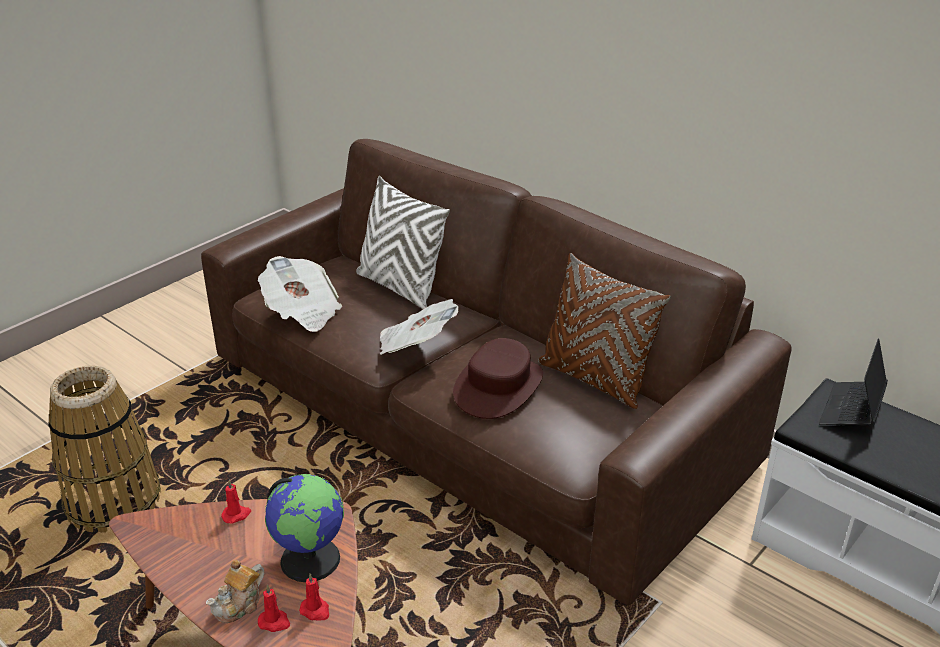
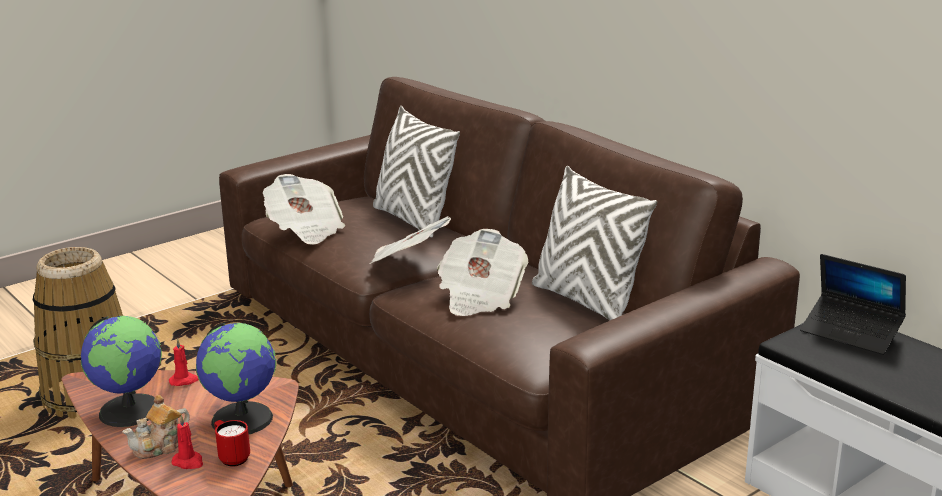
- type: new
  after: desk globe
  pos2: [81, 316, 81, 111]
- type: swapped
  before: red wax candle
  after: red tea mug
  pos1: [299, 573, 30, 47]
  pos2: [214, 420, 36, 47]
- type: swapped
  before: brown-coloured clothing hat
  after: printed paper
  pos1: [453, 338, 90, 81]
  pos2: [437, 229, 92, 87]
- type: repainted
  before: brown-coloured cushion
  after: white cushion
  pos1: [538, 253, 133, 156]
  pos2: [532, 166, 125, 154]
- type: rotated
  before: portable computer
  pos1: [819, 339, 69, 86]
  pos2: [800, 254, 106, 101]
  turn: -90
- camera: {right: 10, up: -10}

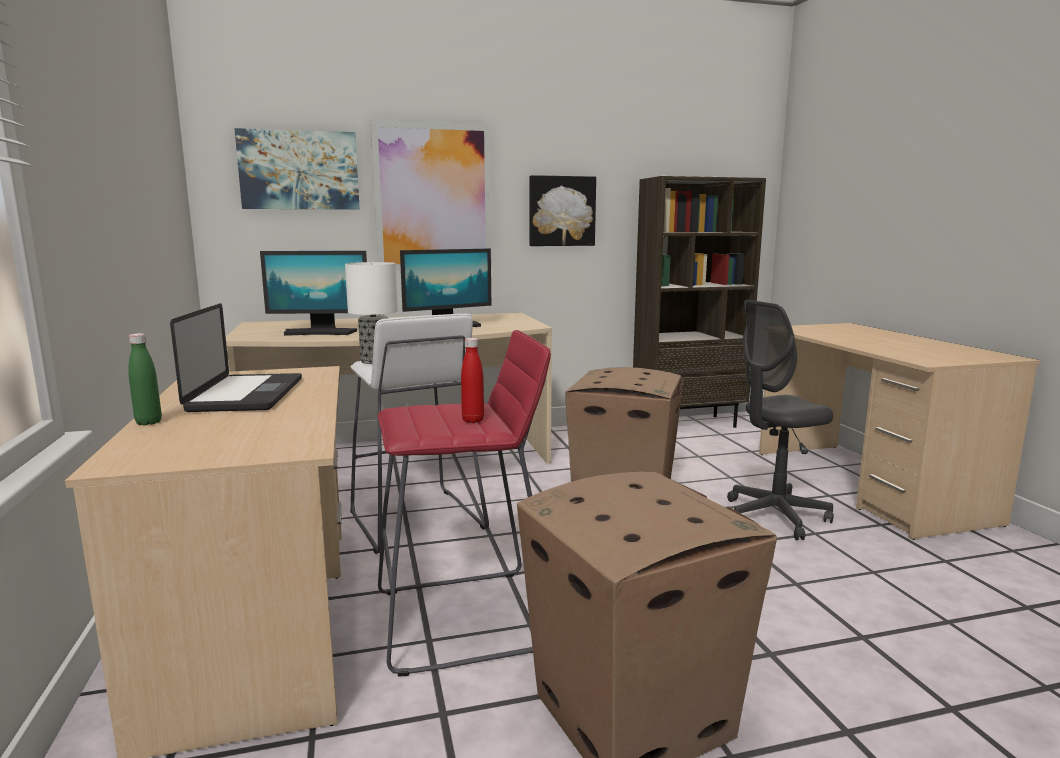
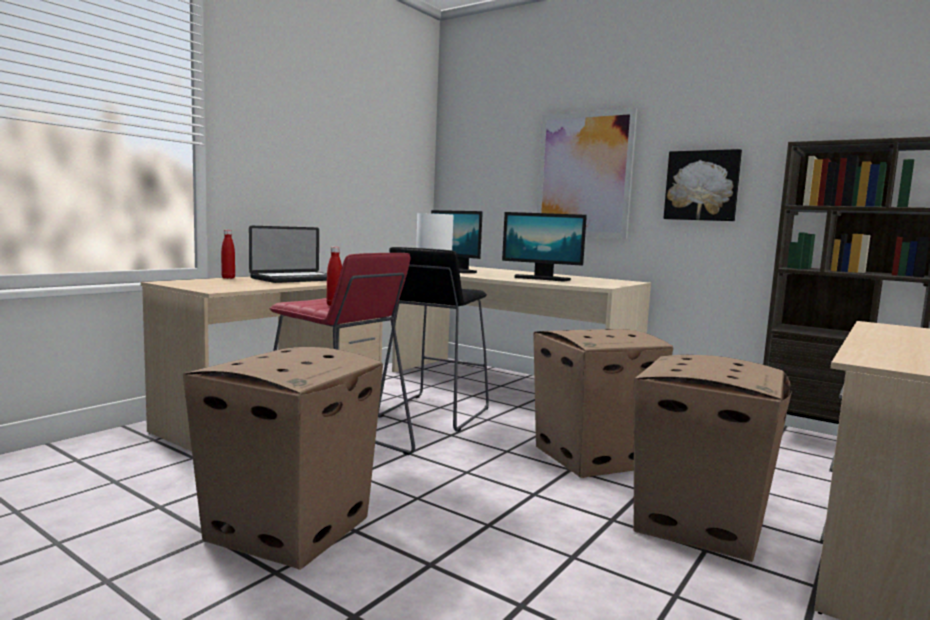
- type: gone
  before: picture
  pos1: [234, 128, 126, 82]
- type: swapped
  before: greyish computer chair
  after: carton
  pos1: [727, 300, 107, 240]
  pos2: [633, 355, 159, 207]
- type: repainted
  before: green-coloured beverage bottle
  after: red beverage bottle
  pos1: [128, 333, 34, 92]
  pos2: [221, 230, 14, 49]
- type: repainted
  before: white stool seat
  after: black stool seat
  pos1: [350, 314, 139, 240]
  pos2: [378, 247, 111, 185]
- camera: {right: 50, up: -5}

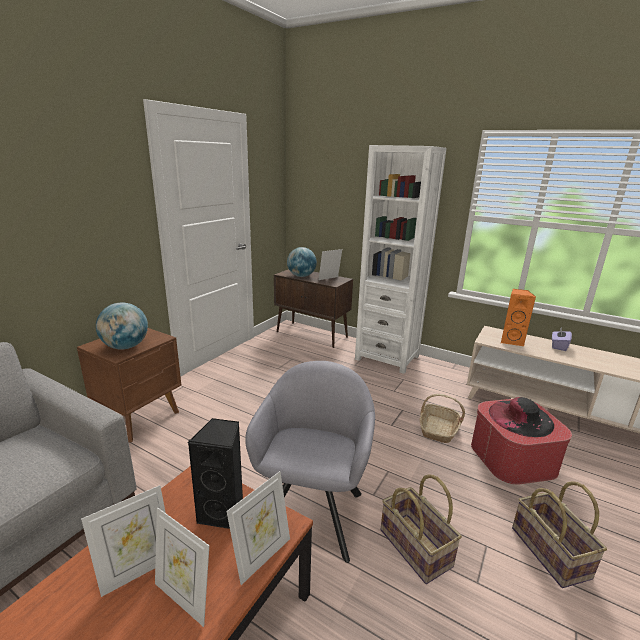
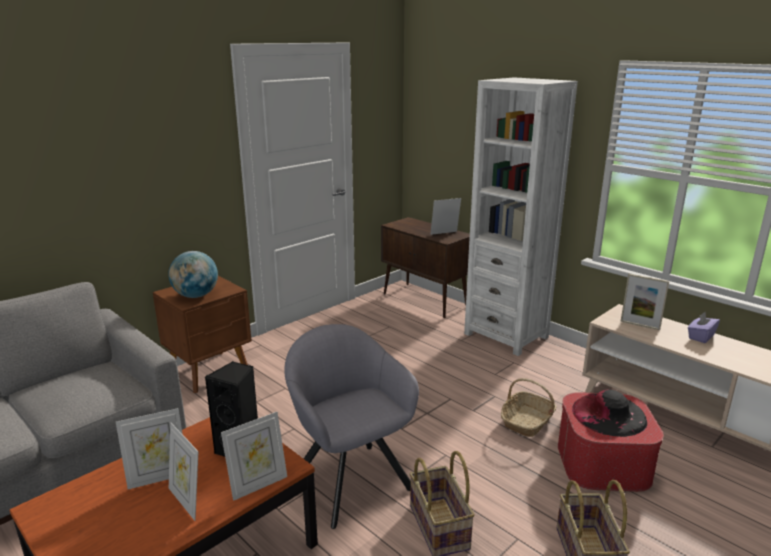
- type: gone
  before: desk globe
  pos1: [287, 247, 30, 30]
- type: swapped
  before: orangey loudspeaker
  after: photo frame
  pos1: [501, 289, 35, 58]
  pos2: [620, 274, 49, 56]
- type: rotated
  before: greyish armchair
  pos1: [245, 361, 130, 202]
  pos2: [284, 324, 135, 205]
  turn: -60
- camera: {right: 15, up: 0}

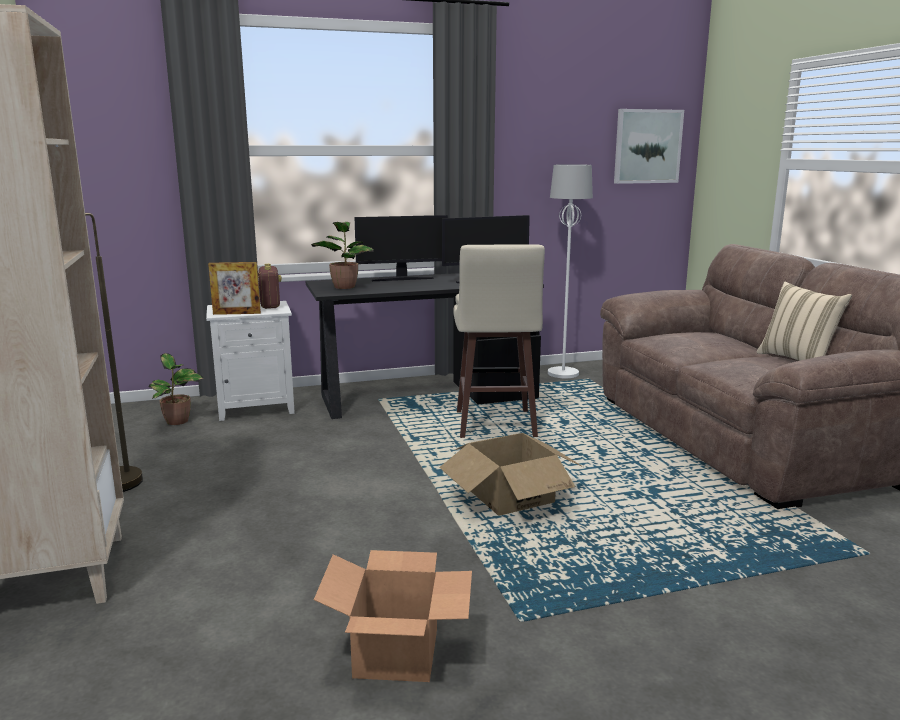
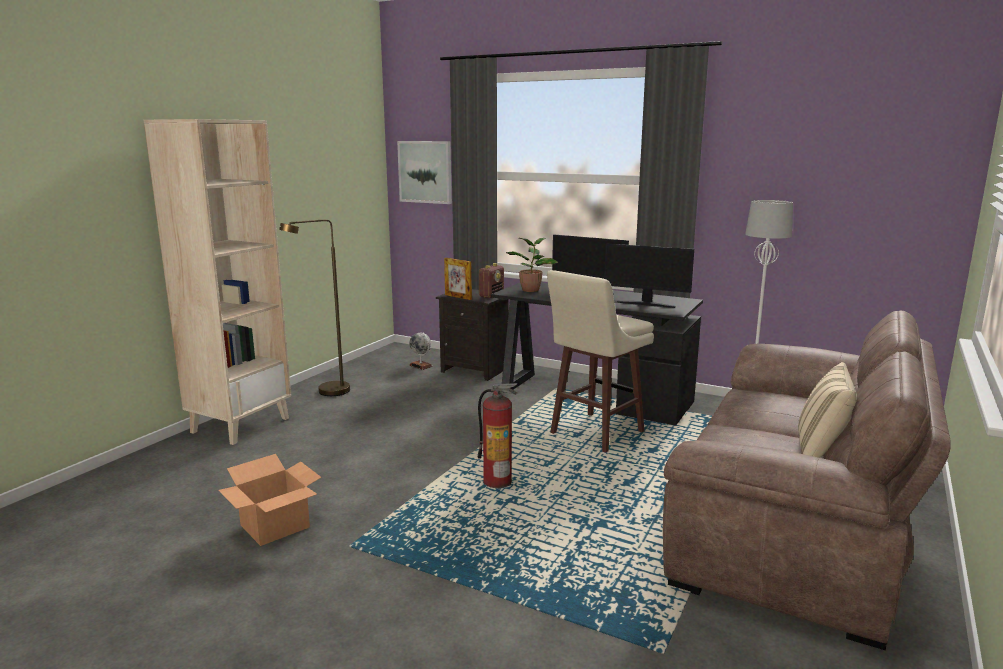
- type: shifted
  before: picture
  pos1: [614, 109, 70, 75]
  pos2: [397, 141, 55, 63]
- type: swapped
  before: houseplant
  after: desk globe
  pos1: [149, 353, 54, 72]
  pos2: [409, 333, 24, 37]
- type: swapped
  before: carton
  after: fire extinguisher
  pos1: [439, 433, 144, 83]
  pos2: [477, 383, 41, 105]
- type: repainted
  before: white bedside table
  after: black bedside table
  pos1: [206, 301, 89, 120]
  pos2: [436, 289, 73, 92]
- camera: {right: 45, up: 0}

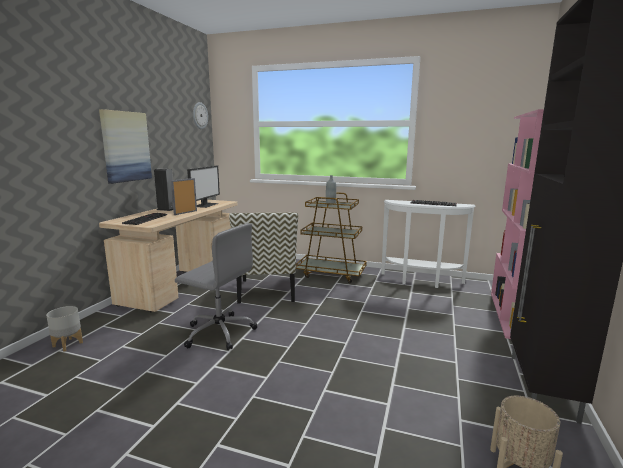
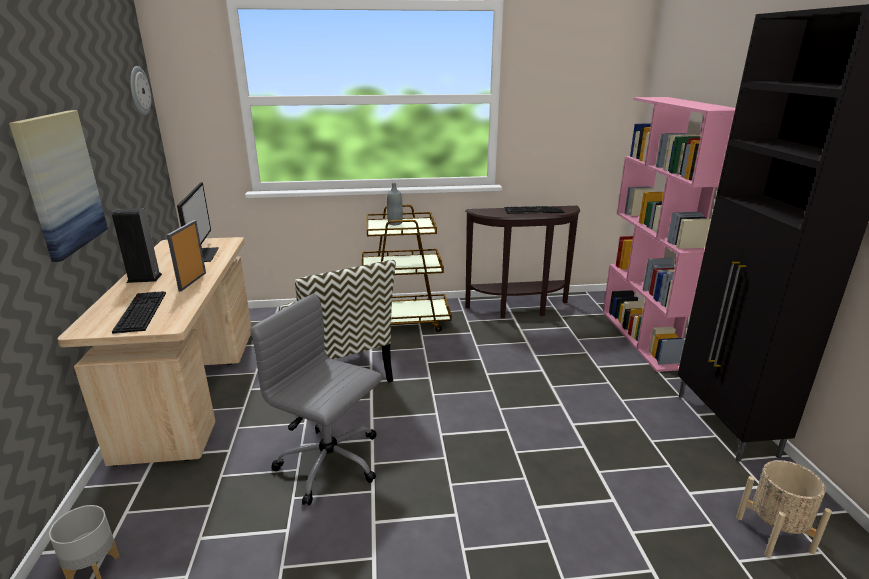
- type: repainted
  before: white narrow table
  after: brown-coloured narrow table
  pos1: [381, 200, 95, 88]
  pos2: [465, 206, 115, 112]
- type: rotated
  before: greyish computer chair
  pos1: [175, 223, 83, 127]
  pos2: [250, 294, 132, 211]
  turn: -150
- camera: {right: -25, up: 10}

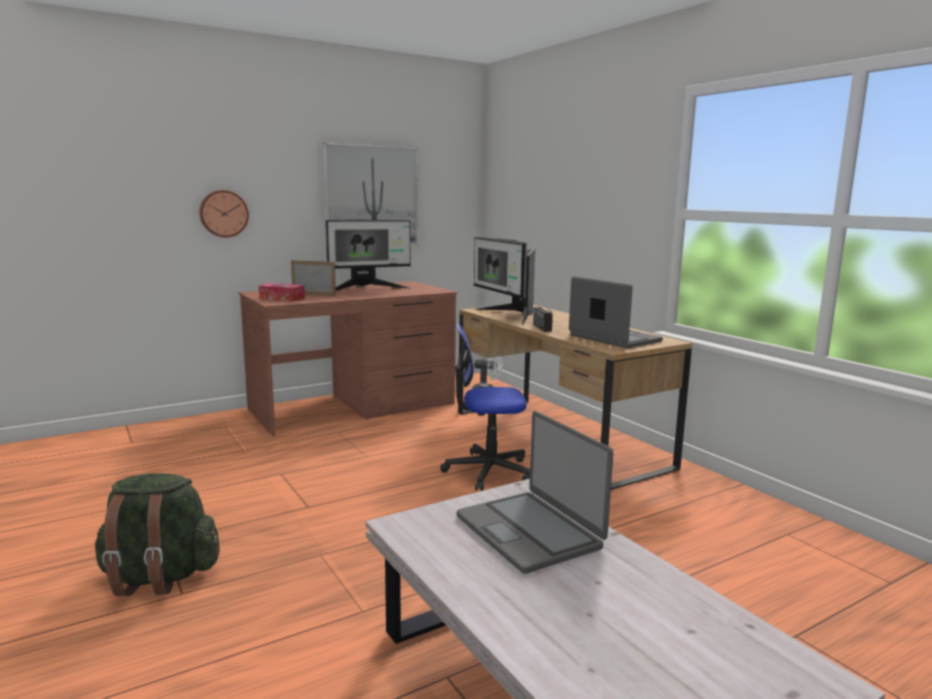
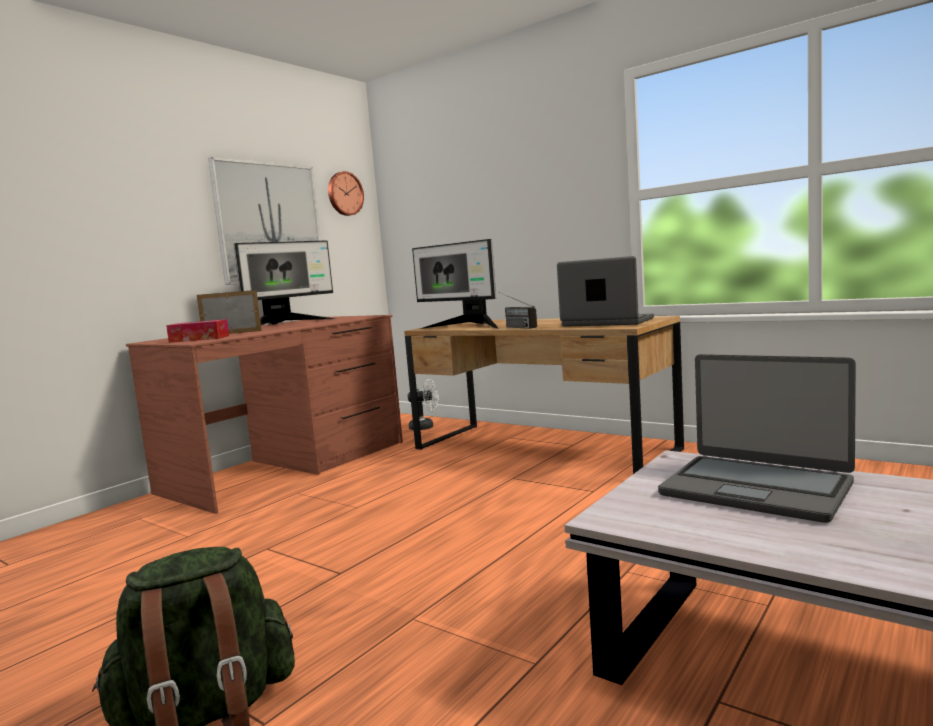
- type: gone
  before: computer chair
  pos1: [440, 322, 90, 169]
- type: shifted
  before: wall clock
  pos1: [199, 190, 50, 47]
  pos2: [328, 171, 36, 45]
- camera: {right: -20, up: -5}

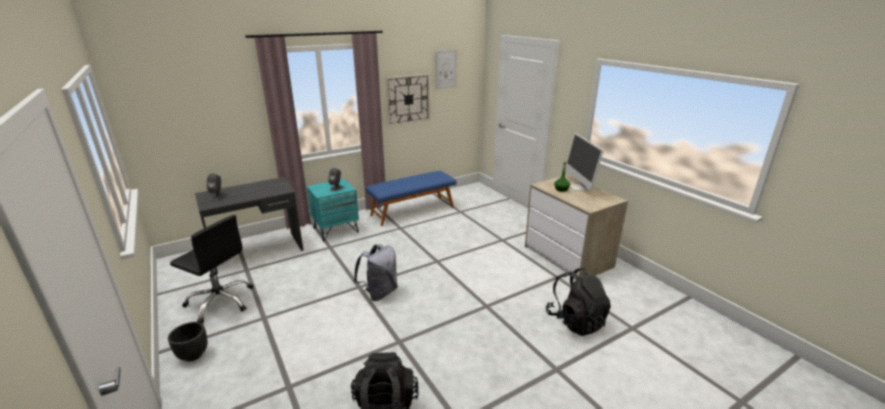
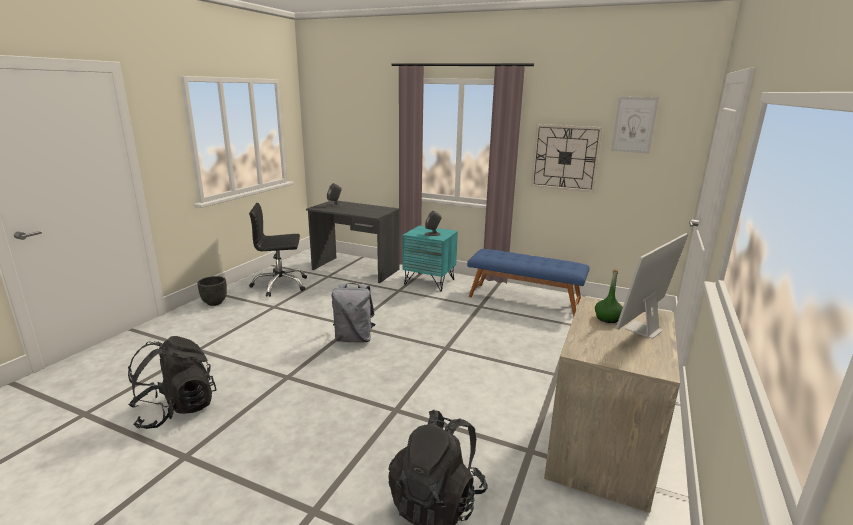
- type: rotated
  before: black computer chair
  pos1: [170, 215, 83, 109]
  pos2: [249, 203, 58, 94]
  turn: 90
- camera: {right: 55, up: -5}

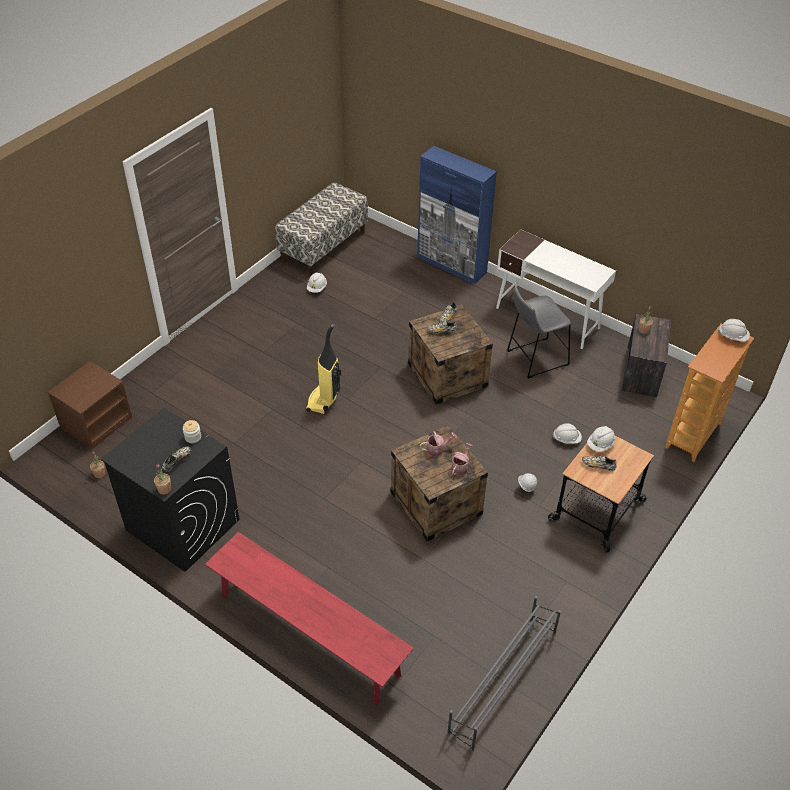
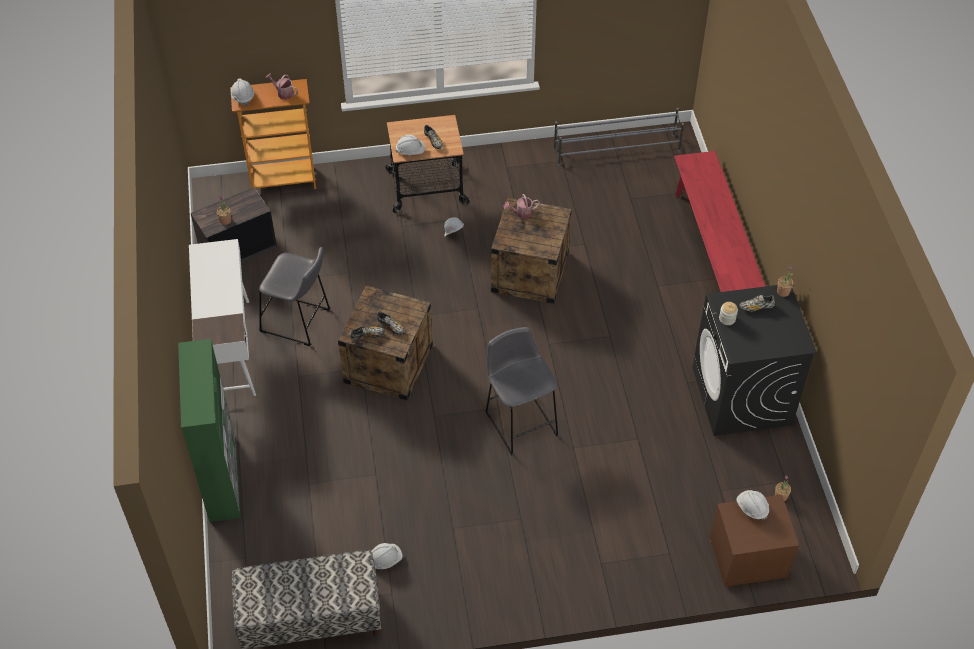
- type: shifted
  before: watering pot
  pos1: [420, 431, 37, 26]
  pos2: [265, 73, 33, 27]
- type: shifted
  before: white safety helmet
  pos1: [553, 423, 29, 21]
  pos2: [736, 490, 33, 31]
- type: swapped
  before: vacuum cleaner
  after: greyish stool seat
  pos1: [306, 324, 35, 91]
  pos2: [485, 327, 74, 129]
- type: repainted
  before: bluish cupboard
  after: green-coloured cupboard
  pos1: [417, 146, 80, 138]
  pos2: [178, 339, 62, 183]
- camera: {right: -135, up: 5}

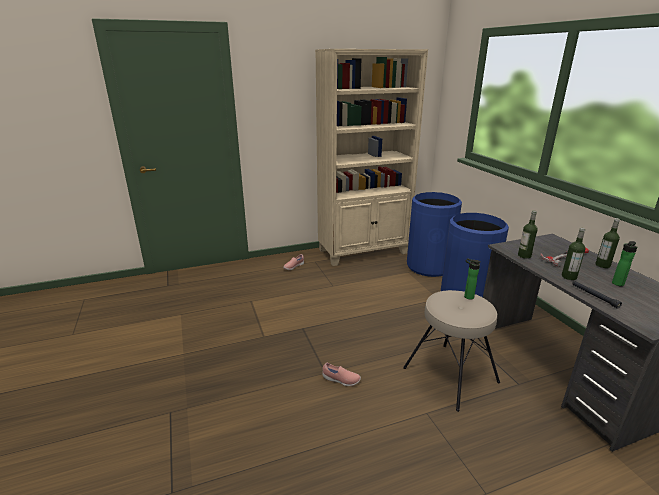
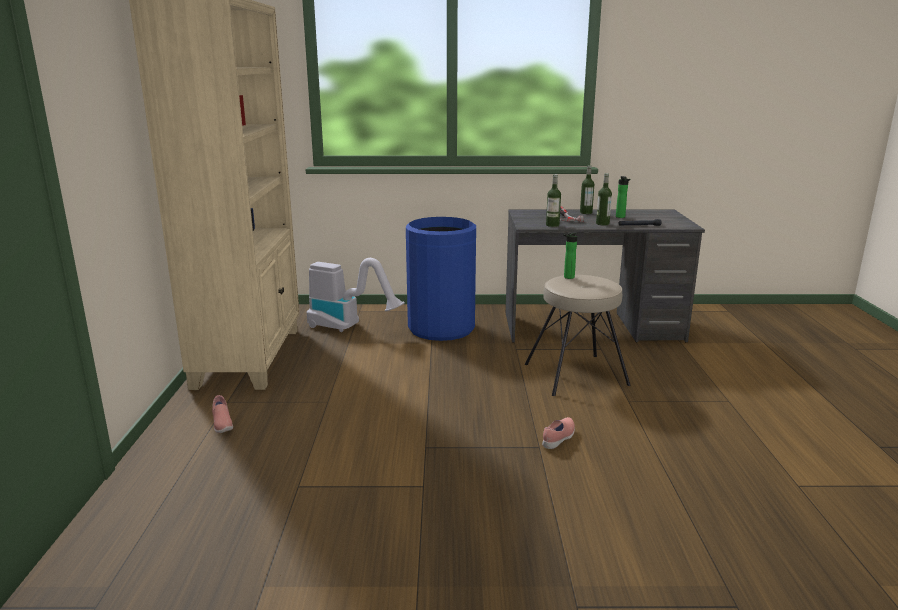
- type: swapped
  before: bluish trash can
  after: vacuum cleaner
  pos1: [407, 192, 55, 85]
  pos2: [307, 258, 98, 74]
- camera: {right: -70, up: -5}

